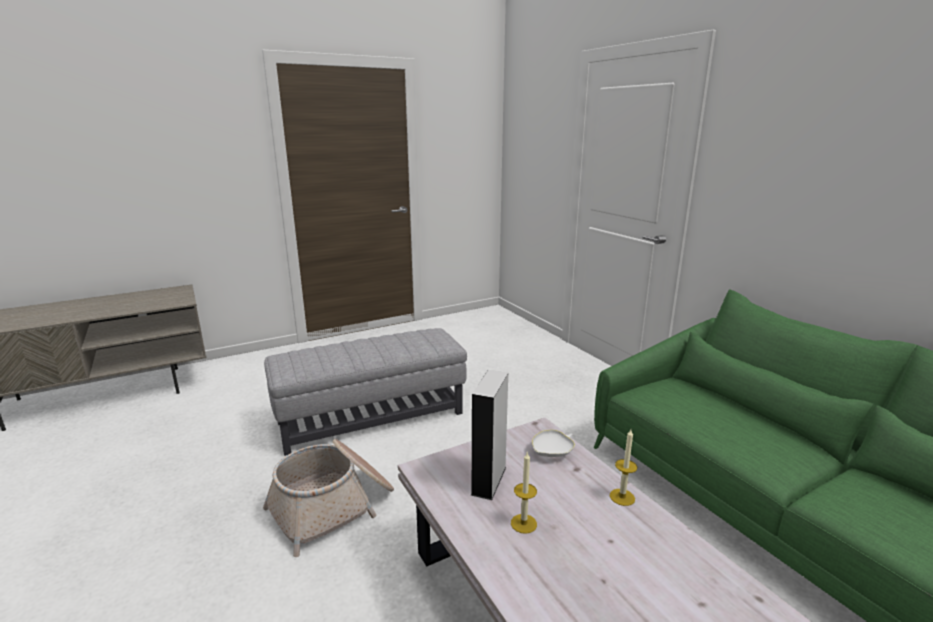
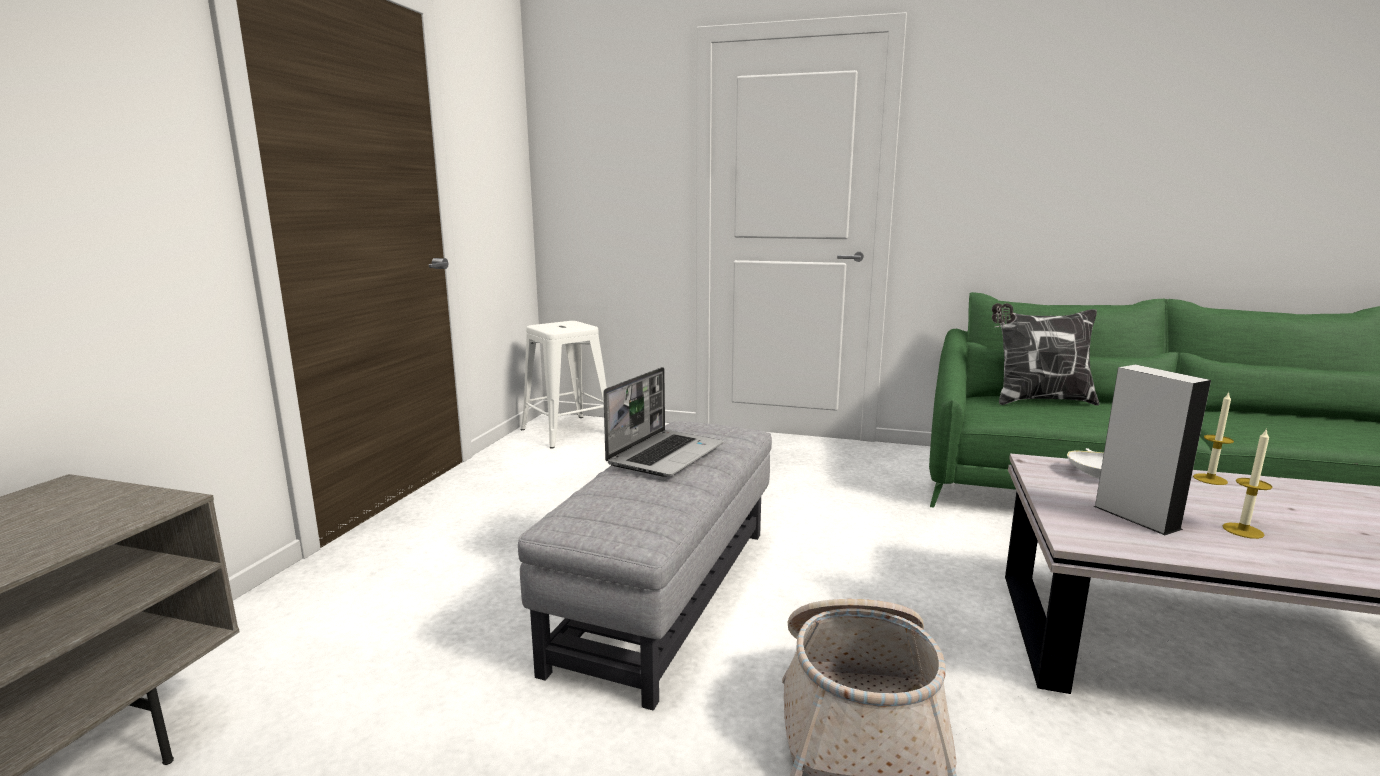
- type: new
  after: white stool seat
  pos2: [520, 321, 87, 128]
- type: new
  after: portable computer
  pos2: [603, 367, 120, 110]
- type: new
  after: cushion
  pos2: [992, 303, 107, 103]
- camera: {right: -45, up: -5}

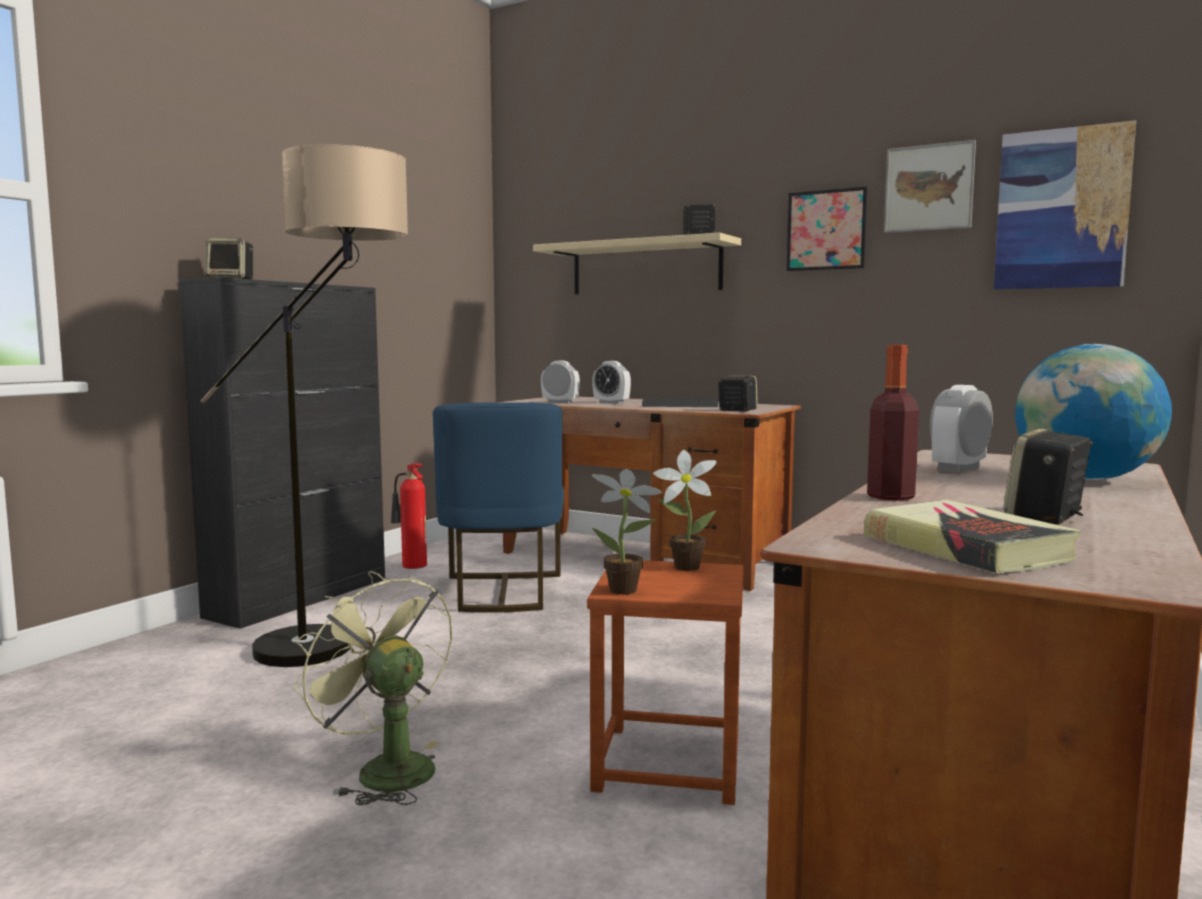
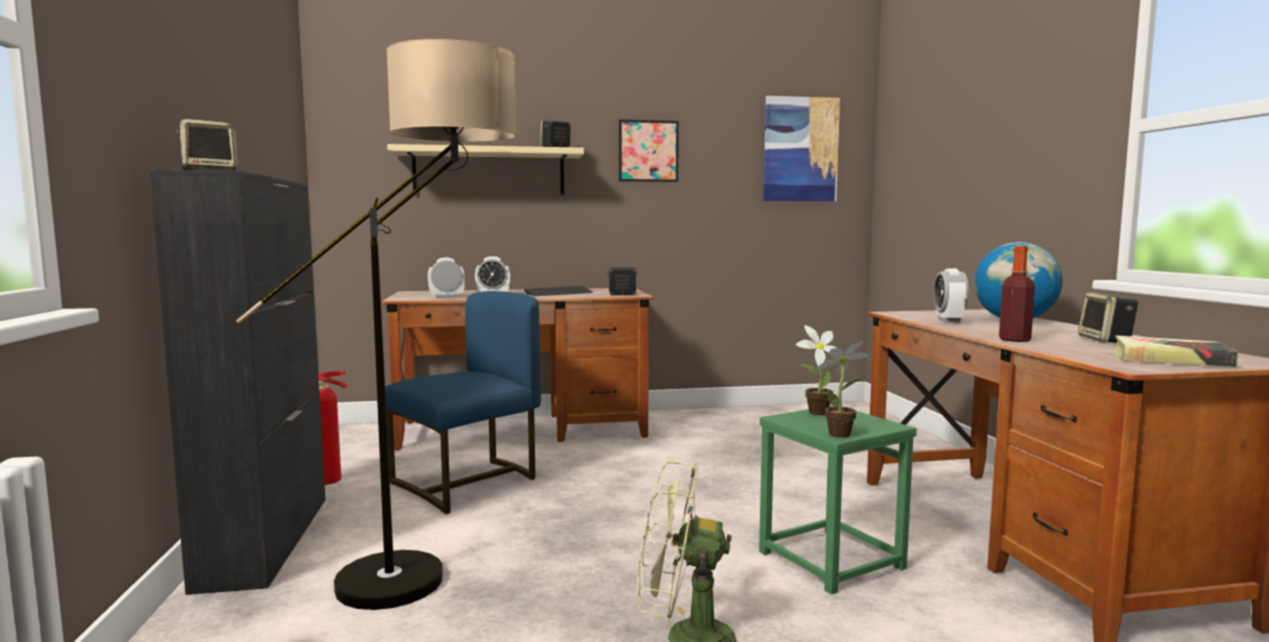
- type: gone
  before: picture
  pos1: [884, 140, 92, 93]
- type: repainted
  before: brown-coloured stool seat
  after: green-coloured stool seat
  pos1: [587, 560, 157, 245]
  pos2: [759, 405, 158, 190]
- type: rotated
  before: bluish plain chair
  pos1: [433, 402, 131, 211]
  pos2: [385, 291, 156, 223]
  turn: -90
- camera: {right: -40, up: 0}

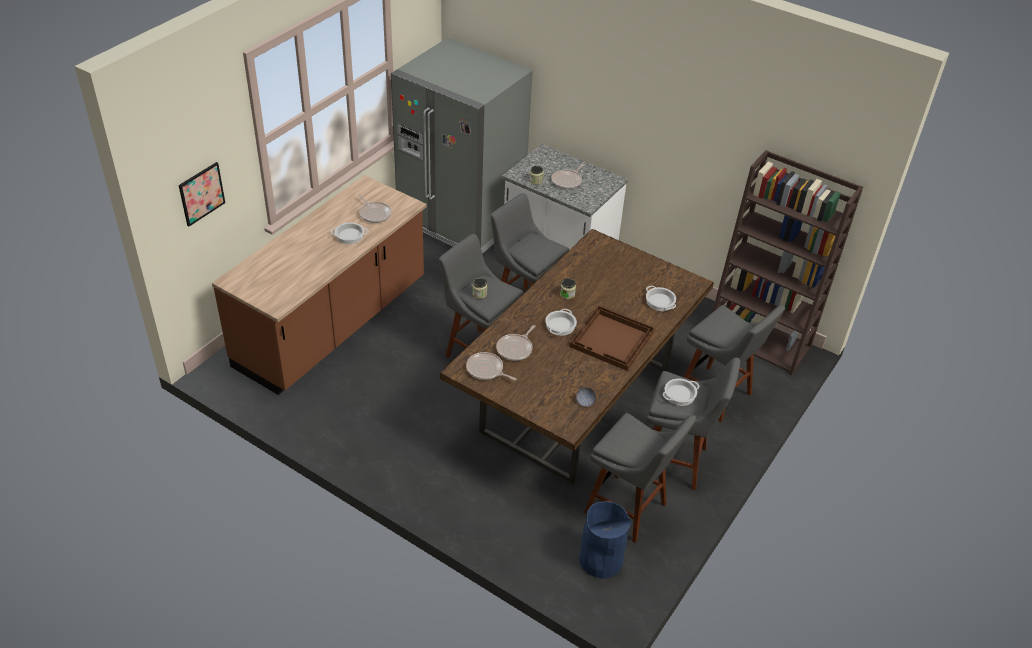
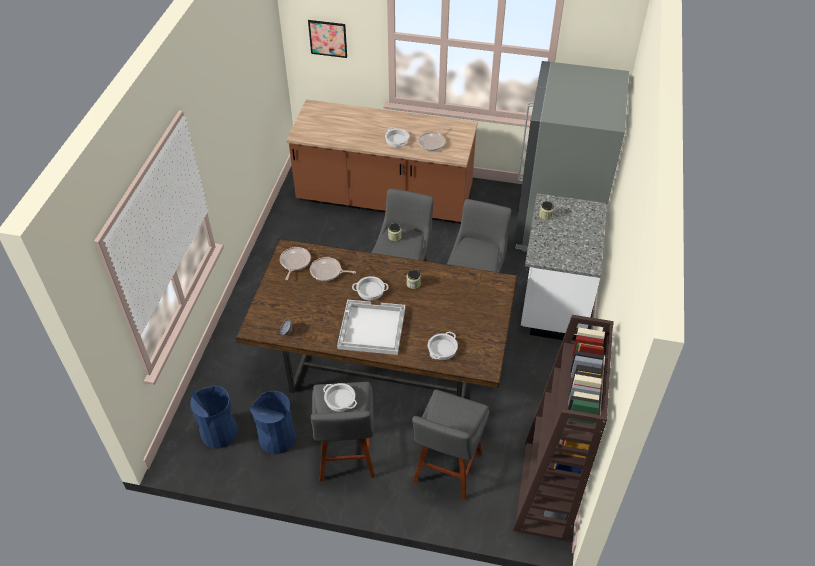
- type: gone
  before: frying pan
  pos1: [551, 163, 34, 26]
- type: swapped
  before: greyish stool seat
  after: bluish trash can
  pos1: [584, 413, 112, 130]
  pos2: [250, 391, 46, 63]
- type: repainted
  before: brown-coloured carrying tray
  after: white carrying tray
  pos1: [569, 306, 86, 65]
  pos2: [337, 300, 68, 55]
- camera: {right: 70, up: 5}

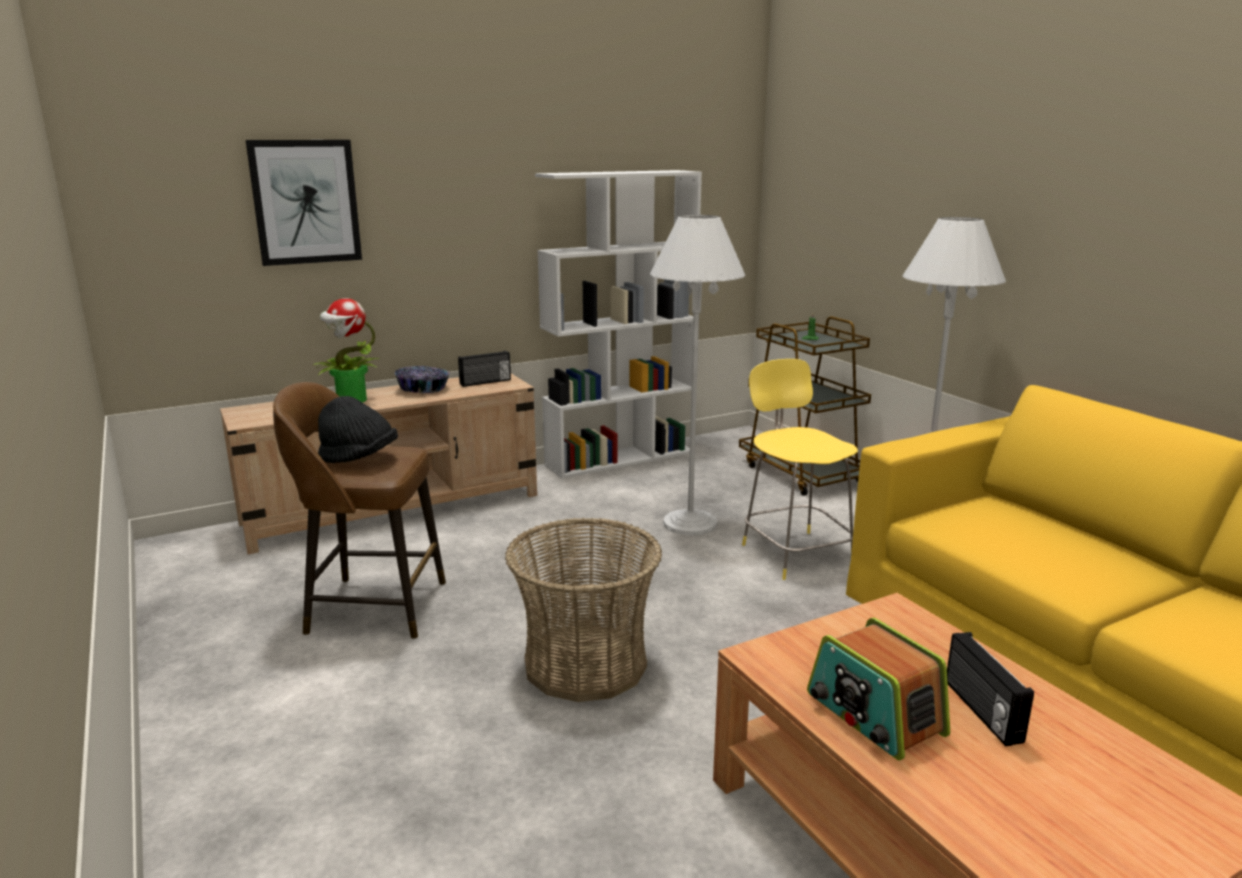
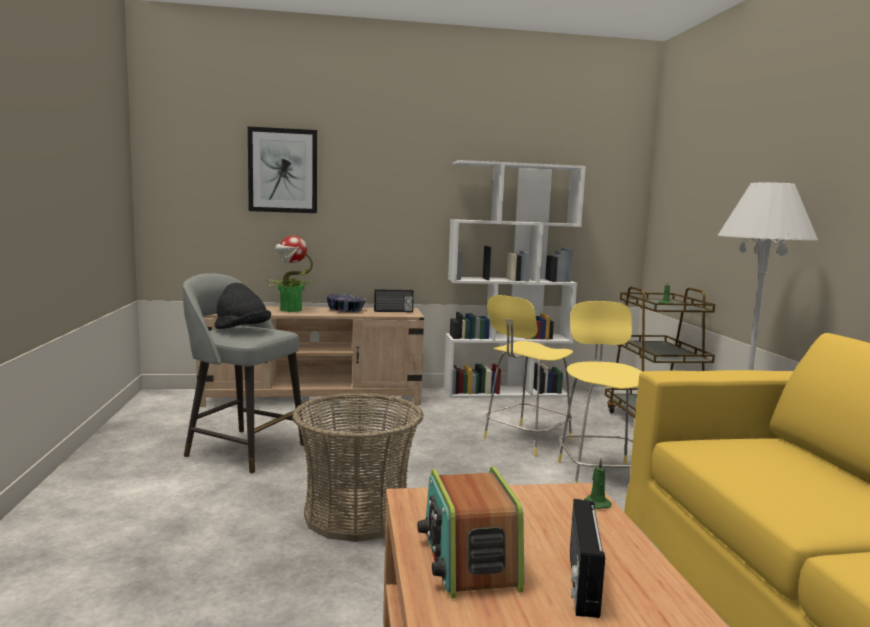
- type: new
  after: green-coloured wax candle
  pos2: [584, 458, 27, 51]
- type: swapped
  before: white standing lamp
  after: yellow-coloured stool seat
  pos1: [650, 215, 95, 320]
  pos2: [483, 295, 90, 162]
- type: repainted
  before: brown-coloured stool seat
  after: greyish stool seat
  pos1: [273, 382, 173, 257]
  pos2: [183, 273, 121, 201]
- camera: {right: 20, up: -10}

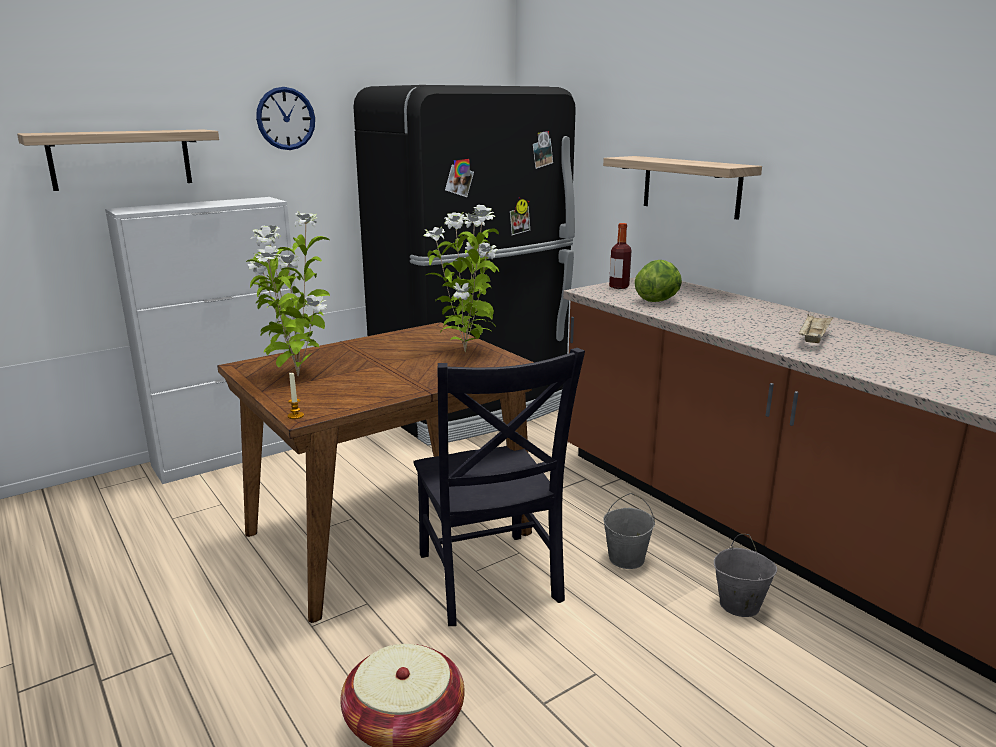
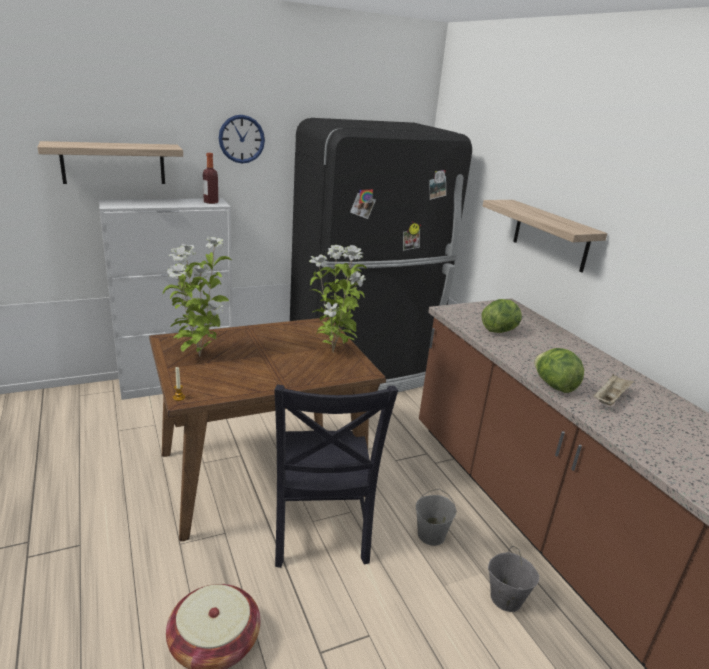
- type: new
  after: lettuce
  pos2: [534, 348, 50, 45]
- type: shifted
  before: beverage bottle
  pos1: [609, 223, 23, 66]
  pos2: [203, 153, 15, 51]
- camera: {right: 10, up: 5}

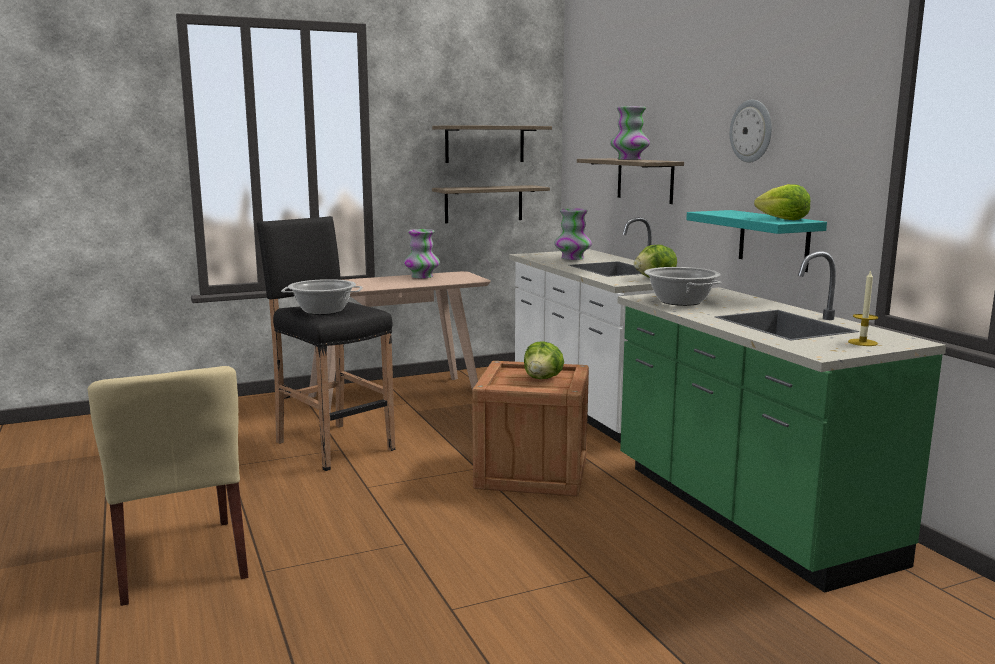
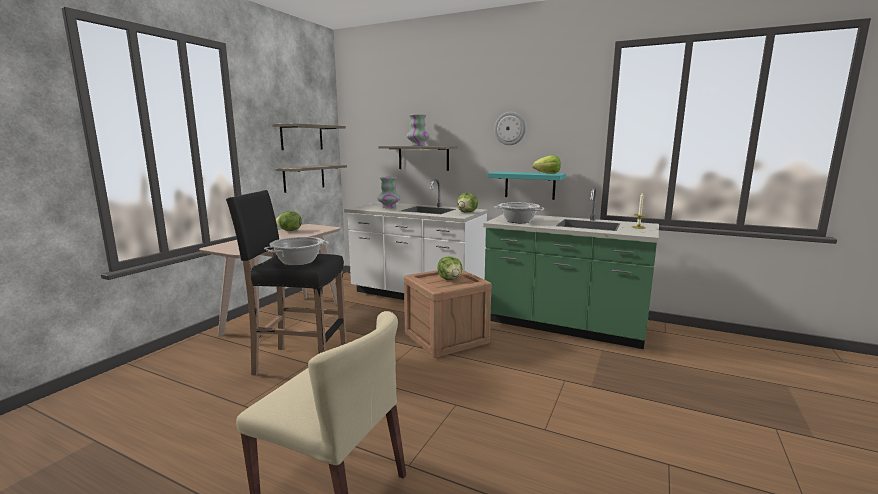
- type: swapped
  before: vase
  after: lettuce
  pos1: [404, 229, 36, 50]
  pos2: [276, 211, 26, 20]
- camera: {right: -40, up: 0}

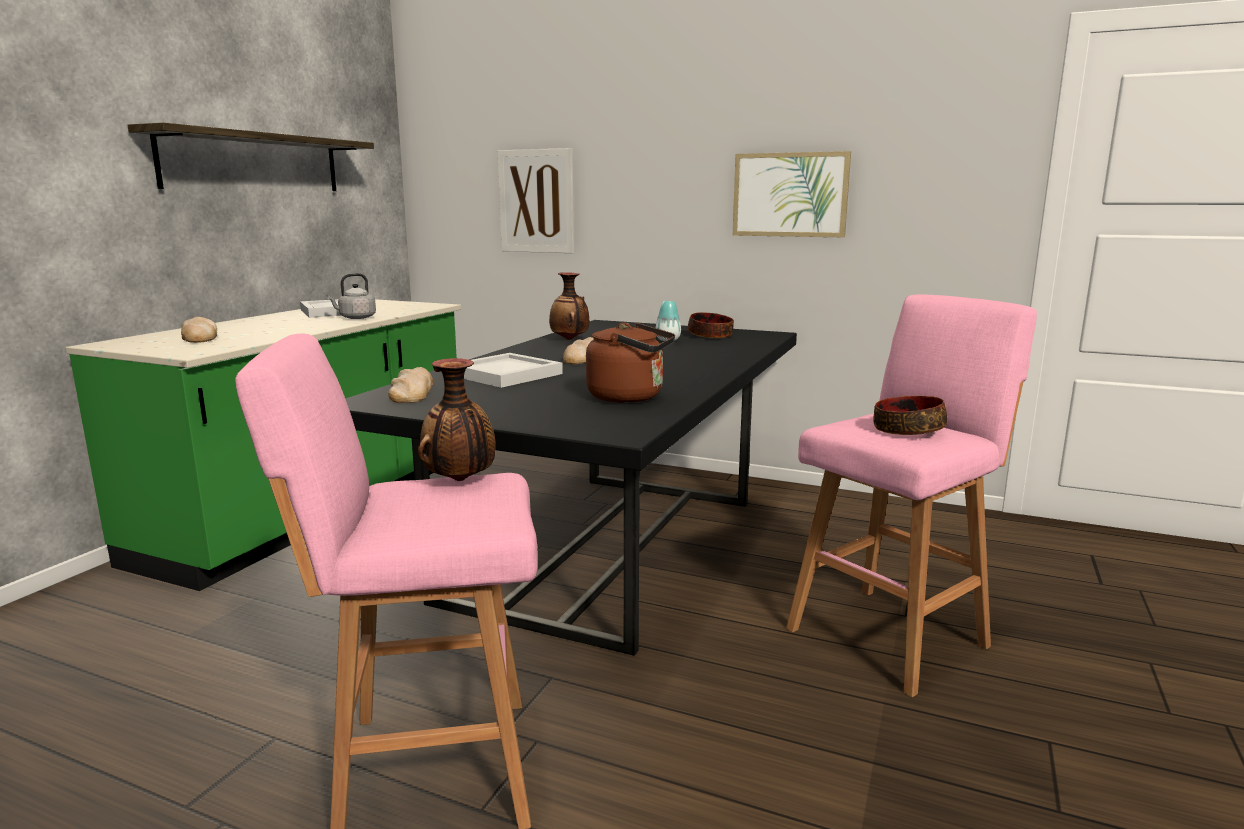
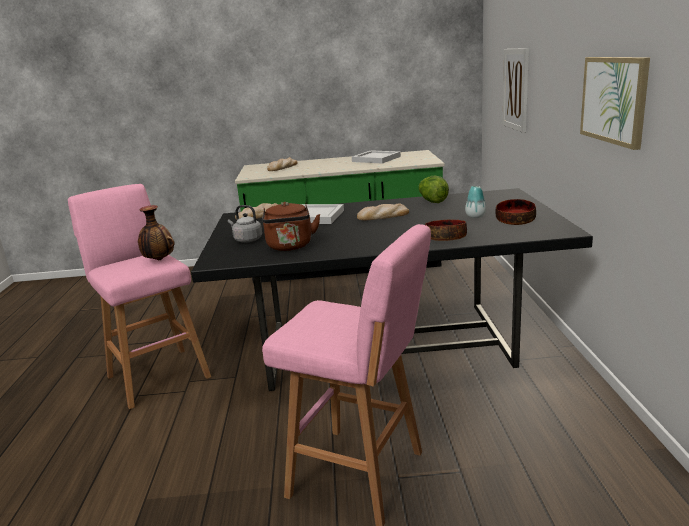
- type: gone
  before: wall shelf
  pos1: [127, 122, 247, 69]
- type: shifted
  before: greyish water kettle
  pos1: [327, 273, 49, 46]
  pos2: [228, 205, 34, 38]
- type: shifted
  before: serving bowl
  pos1: [873, 396, 74, 39]
  pos2: [425, 220, 42, 21]
- type: swapped
  before: vase
  after: lettuce
  pos1: [549, 272, 40, 68]
  pos2: [419, 176, 30, 27]
- camera: {right: 65, up: 5}

